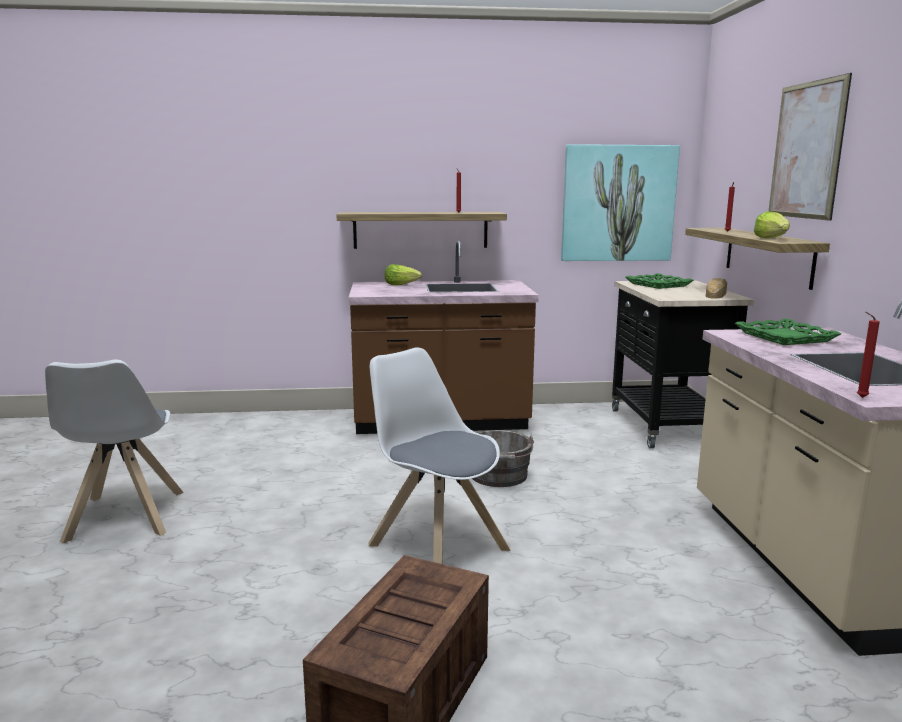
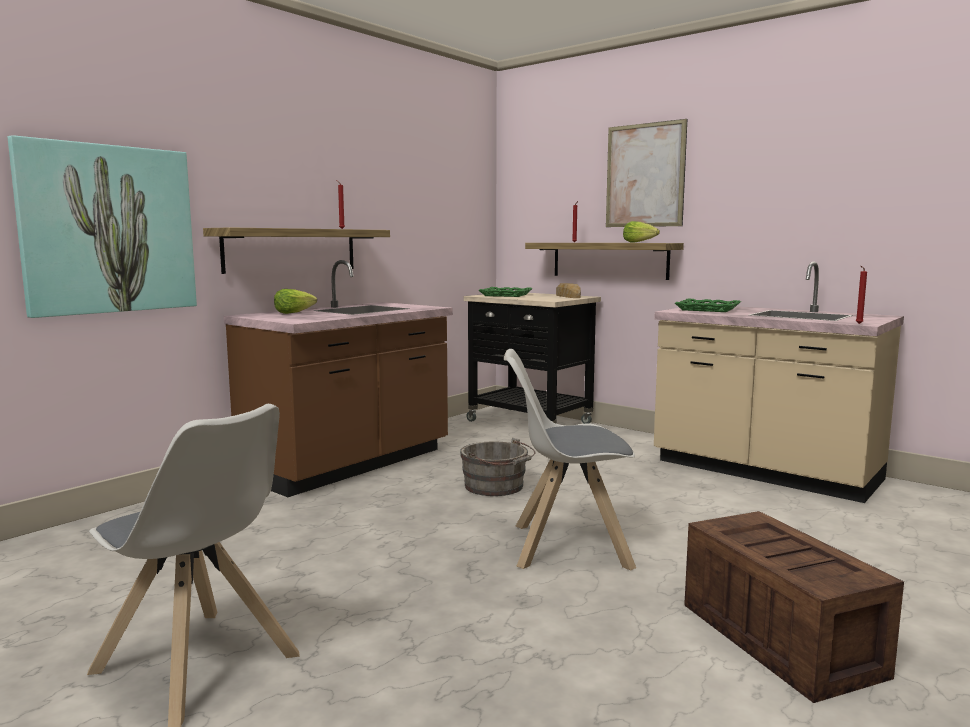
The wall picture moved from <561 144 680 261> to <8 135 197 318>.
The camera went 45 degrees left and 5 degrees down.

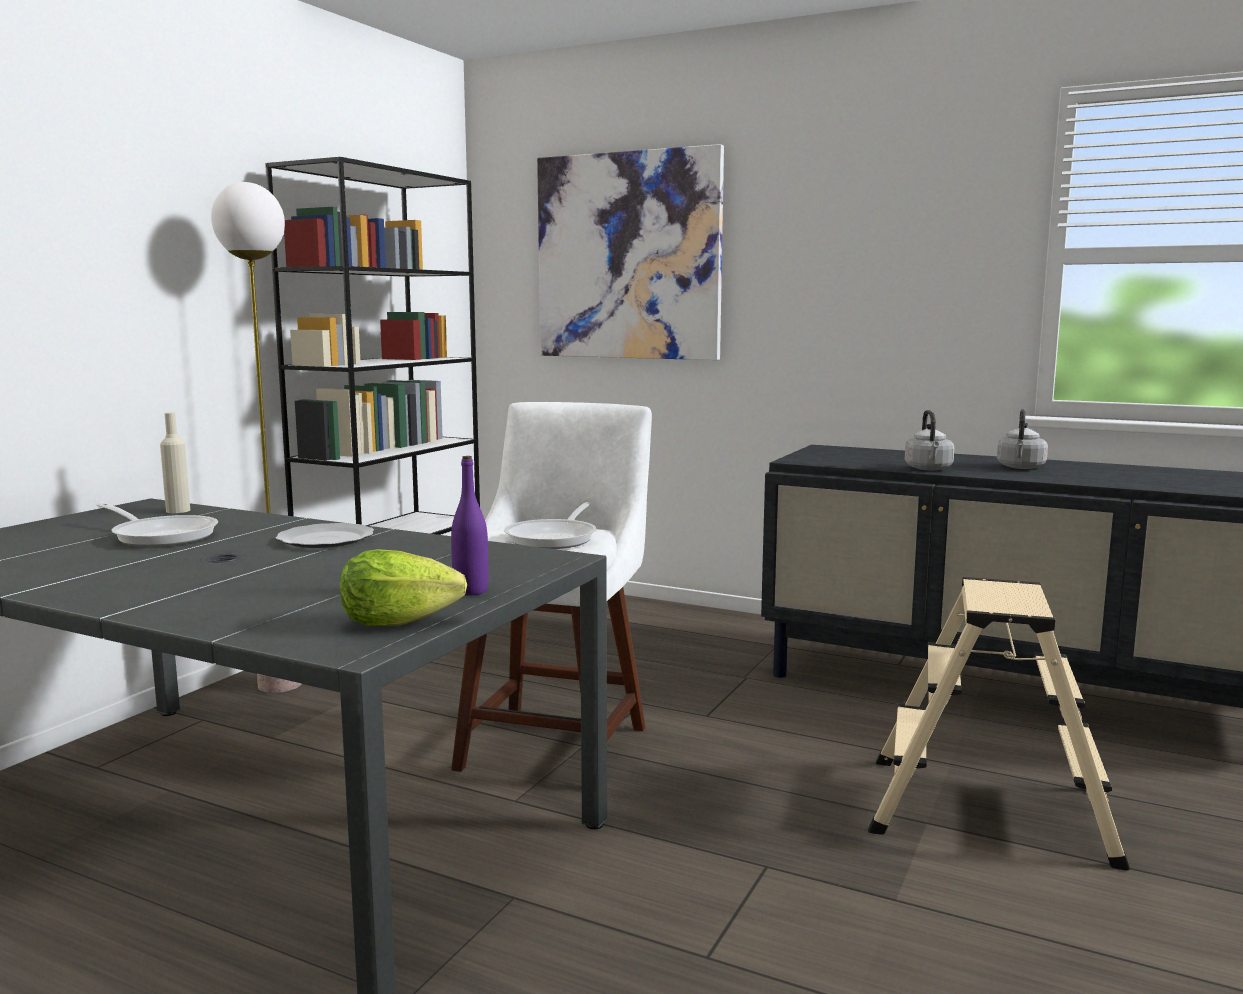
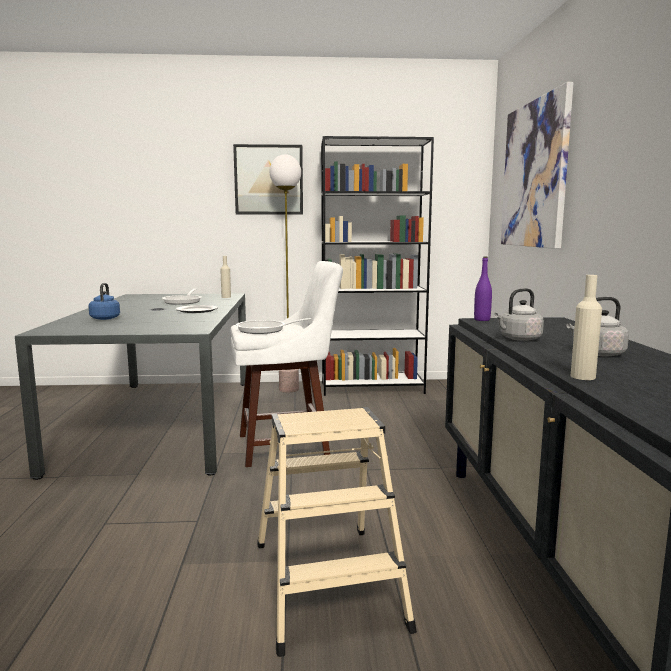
The tea kettle (blue-coloured) at <89 283 120 320> appeared.
The wall picture at <233 144 303 215> appeared.
The bottle (purple) moved from <451 456 488 595> to <474 256 492 321>.
The bottle (beige-coloured) at <571 275 602 380> appeared.
The lettuce at <340 549 467 626> disappeared.
The camera went 60 degrees right and 0 degrees up.

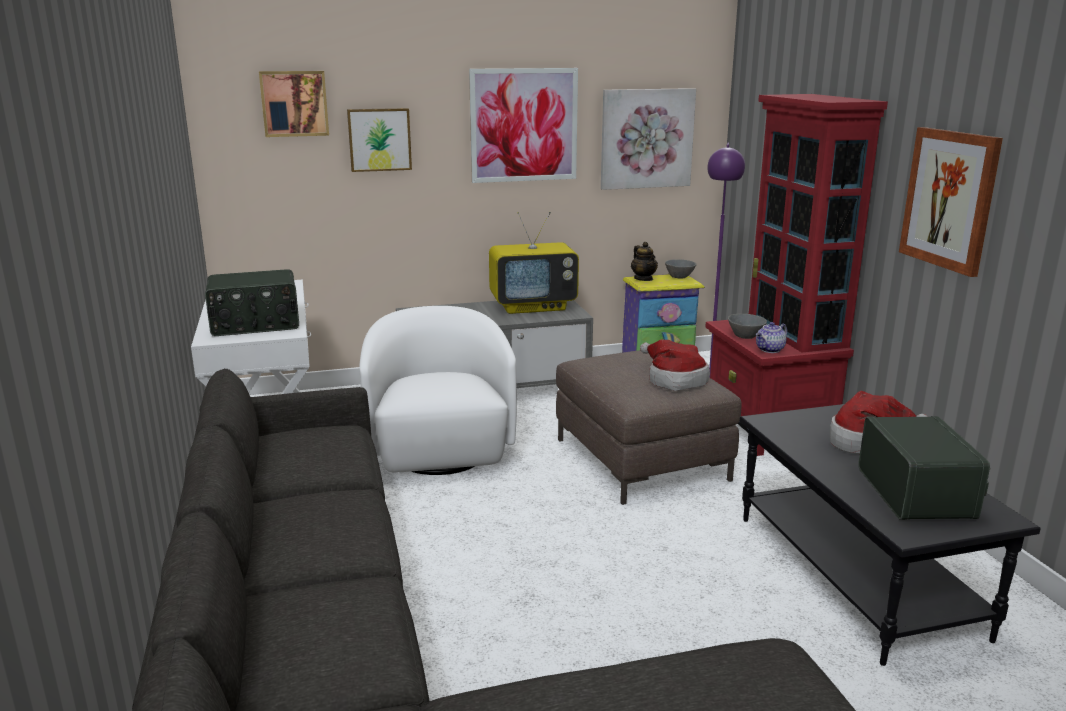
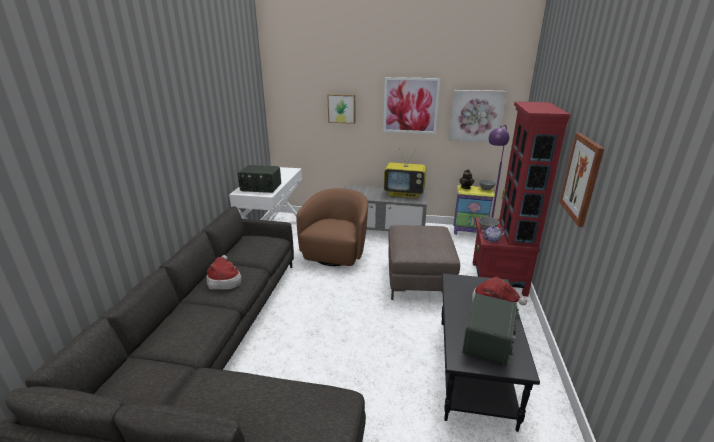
The wearable hat moved from <640 340 710 391> to <206 255 242 289>.
The lounge chair (white-coloured) at <359 306 517 475> became the lounge chair (brown) at <297 188 368 266>.
The wall picture at <259 71 329 137> disappeared.
The camera went 25 degrees right and 5 degrees up.

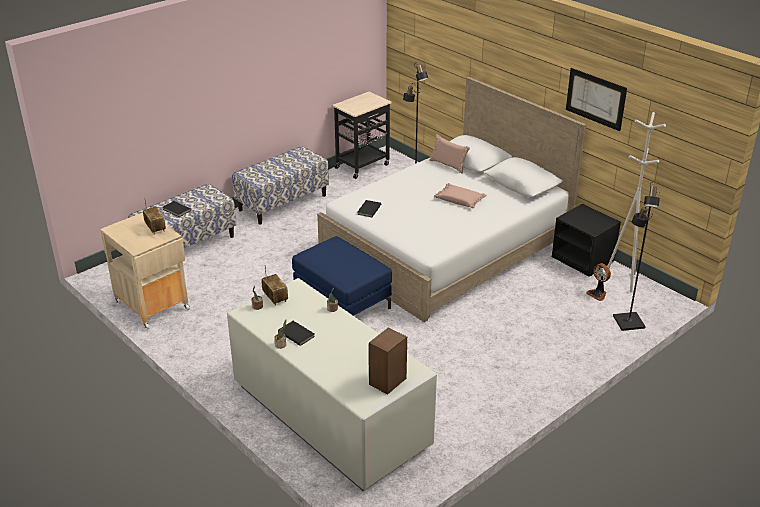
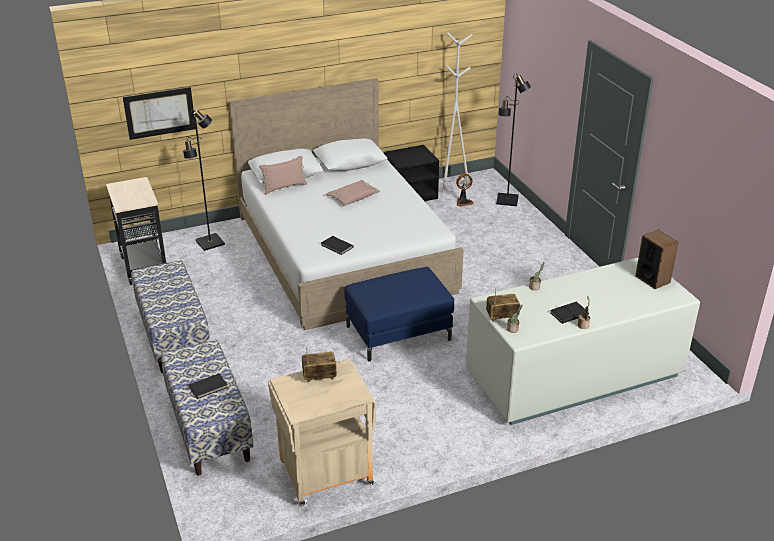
The wall picture moved from <566 68 627 131> to <123 87 196 140>.
The camera went 70 degrees left and 0 degrees up.

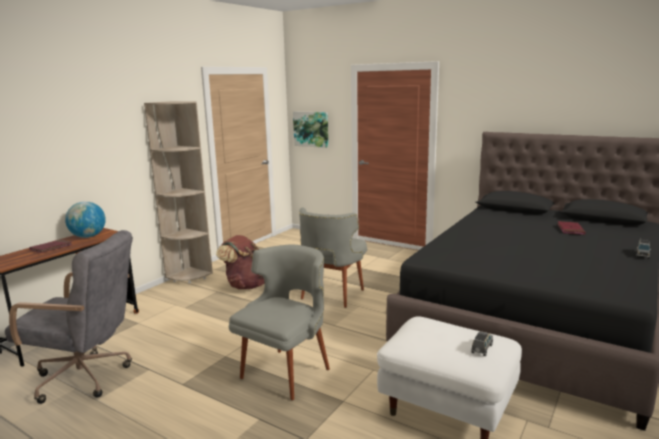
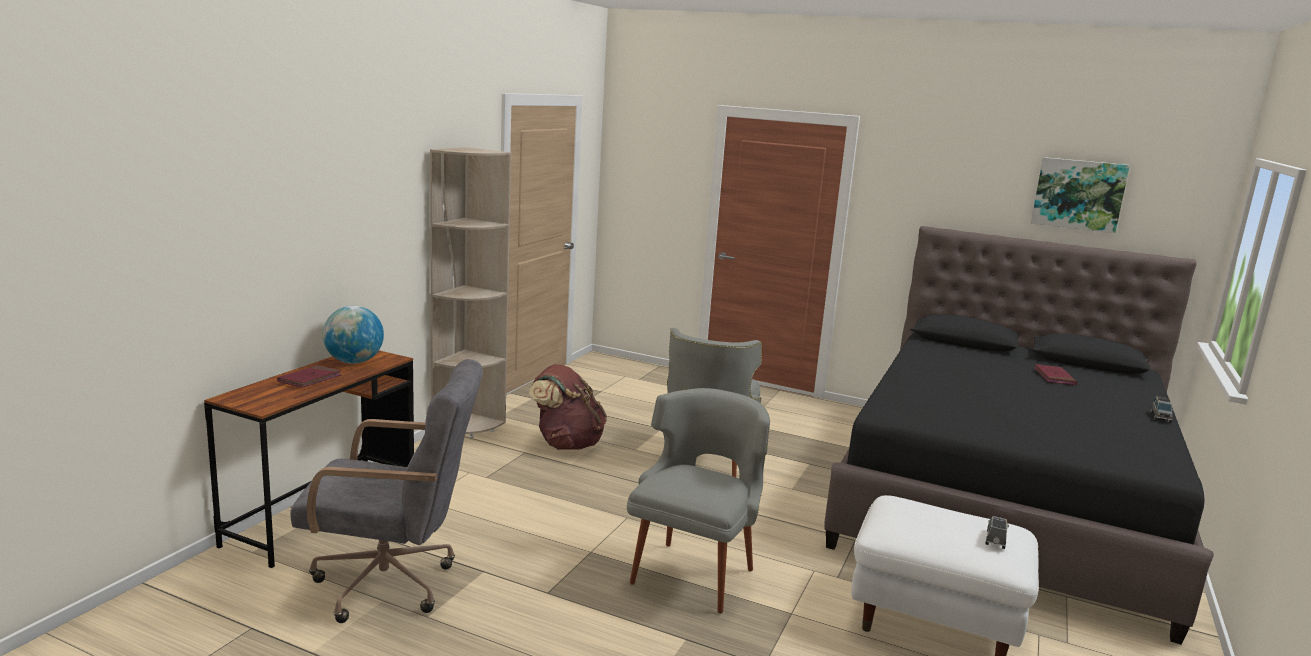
The wall picture moved from <293 112 328 148> to <1031 157 1130 233>.
The camera went 10 degrees left and 0 degrees up.

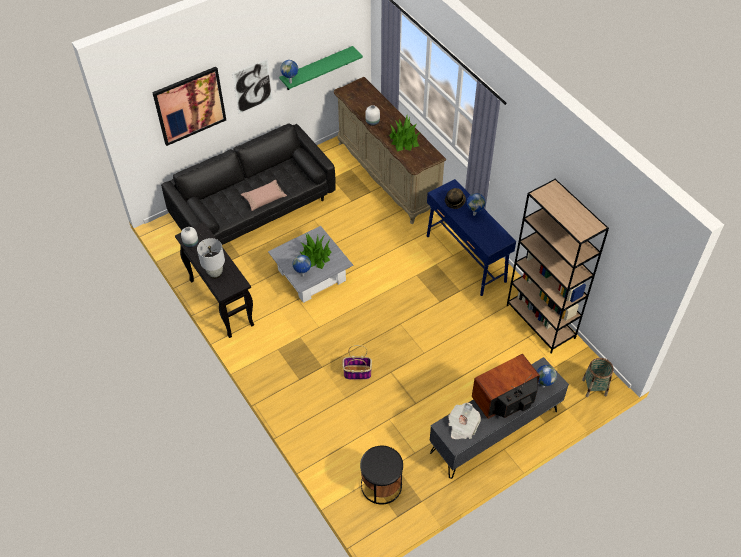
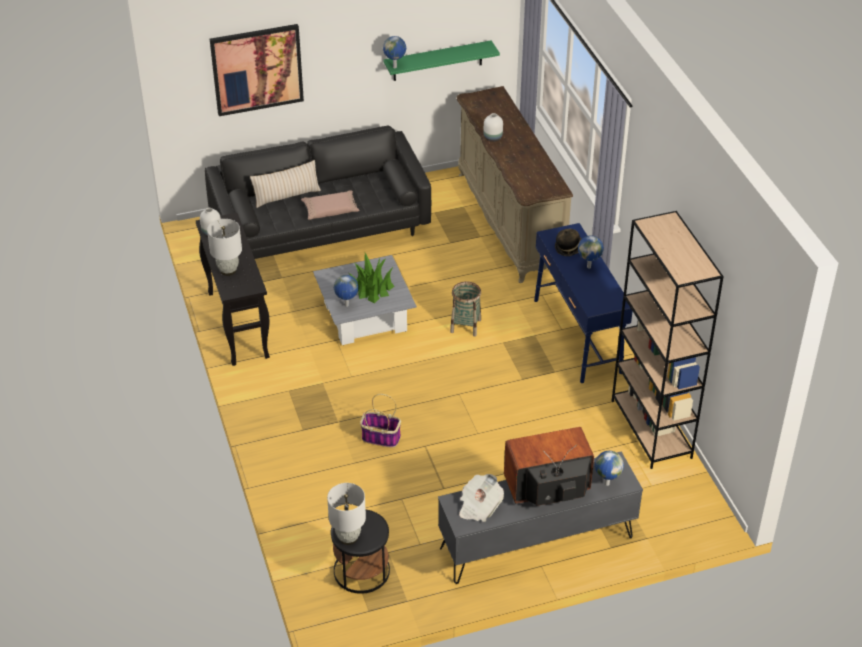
The cushion (beige-coloured) at <250 160 321 208> appeared.
The table lamp (white-coloured) at <327 483 366 545> appeared.
The storage basket moved from <582 358 614 397> to <450 281 481 337>.
The wall picture at <232 58 273 114> disappeared.
The houseplant at <389 116 420 152> disappeared.
The camera went 15 degrees right and 10 degrees down.

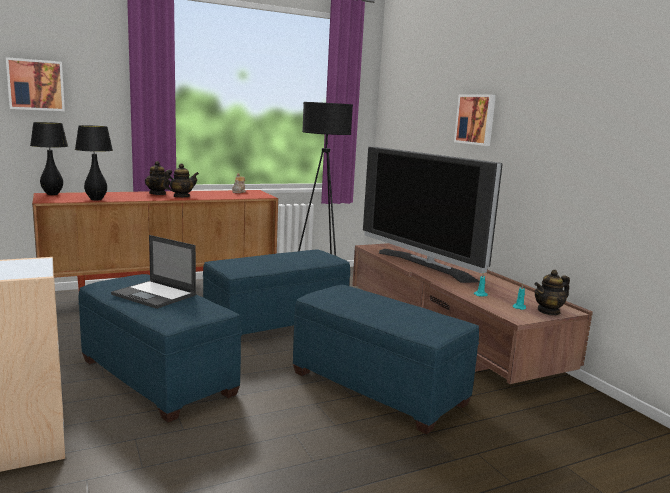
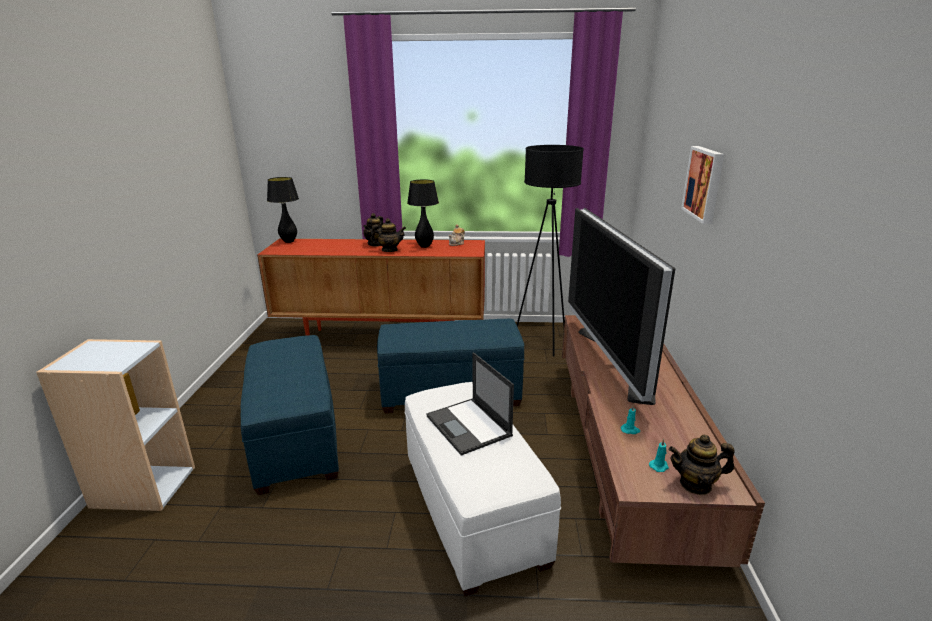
The pouffe (blue-coloured) at <293 285 479 434> became the pouffe (white-coloured) at <405 382 561 596>.
The table lamp (black) moved from <75 125 113 201> to <407 179 439 248>.
The portable computer moved from <111 235 196 309> to <426 352 514 456>.
The wall picture at <6 57 65 111> disappeared.
The camera went 30 degrees right and 10 degrees up.

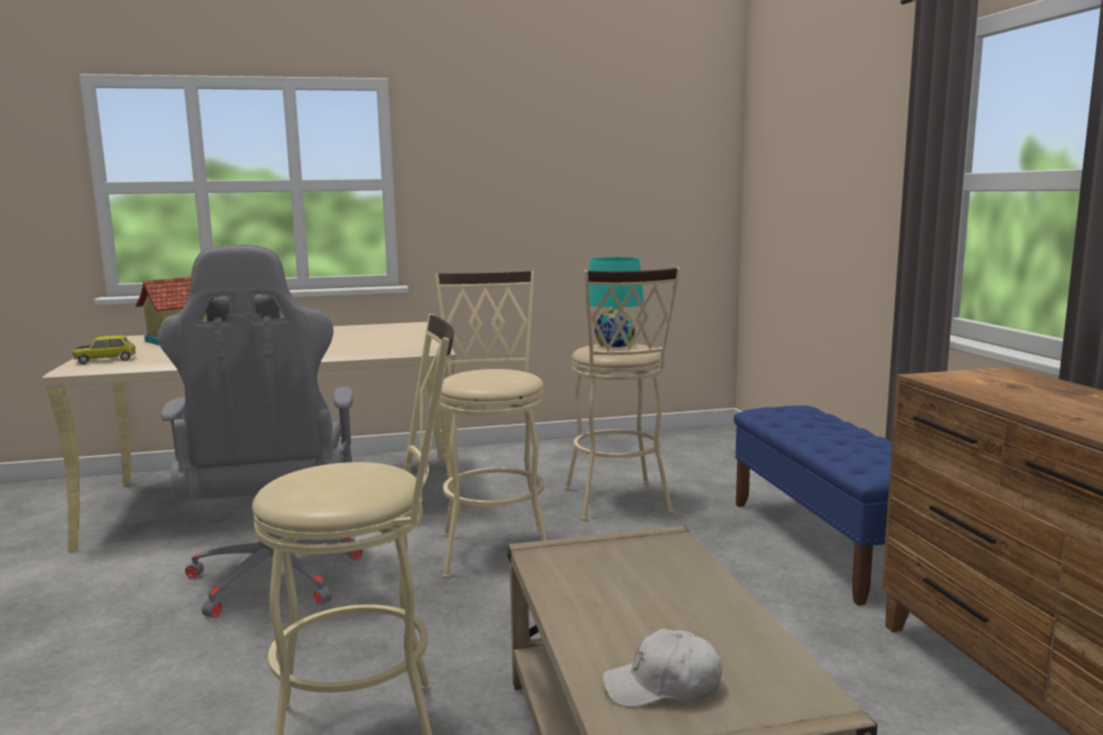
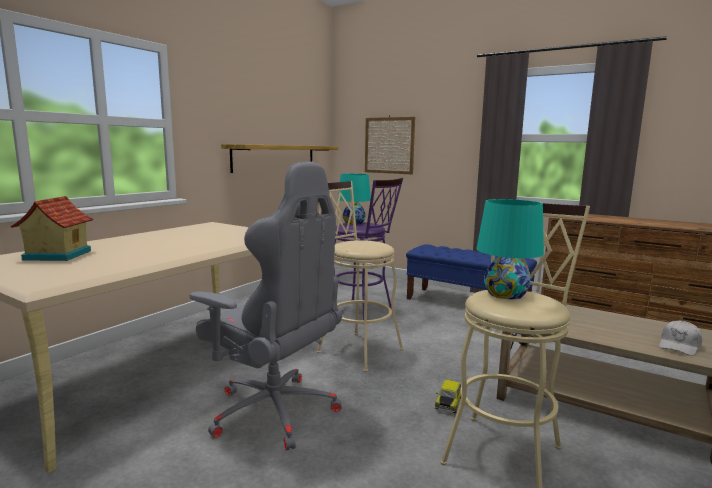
The shelf at <221 144 338 173> appeared.
The sitting stool (beige-coloured) at <565 267 680 521> became the sitting stool (purple) at <334 178 403 320>.
The wall picture at <365 115 415 175> appeared.
The model car moved from <72 335 136 364> to <435 380 461 413>.
The table lamp (turquoise) at <476 199 544 299> appeared.
The camera went 45 degrees left and 0 degrees up.

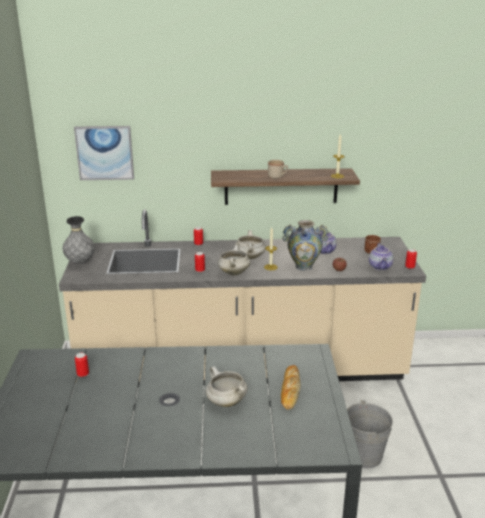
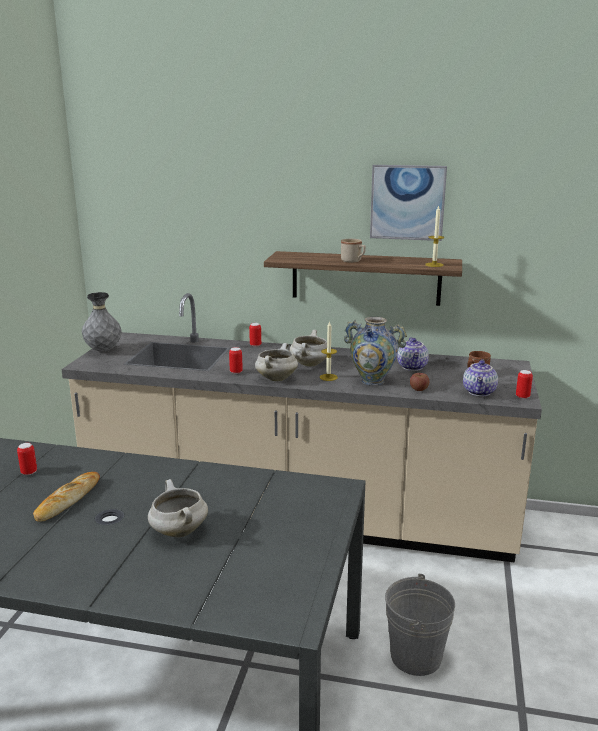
The bread moved from <281 365 301 410> to <33 472 100 522>.
The wall picture moved from <74 126 134 180> to <370 165 447 241>.
The camera went 15 degrees right and 5 degrees down.

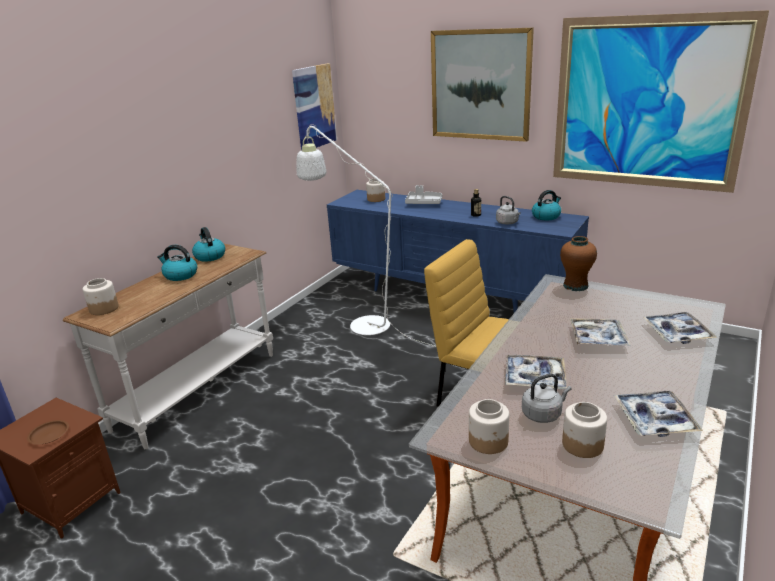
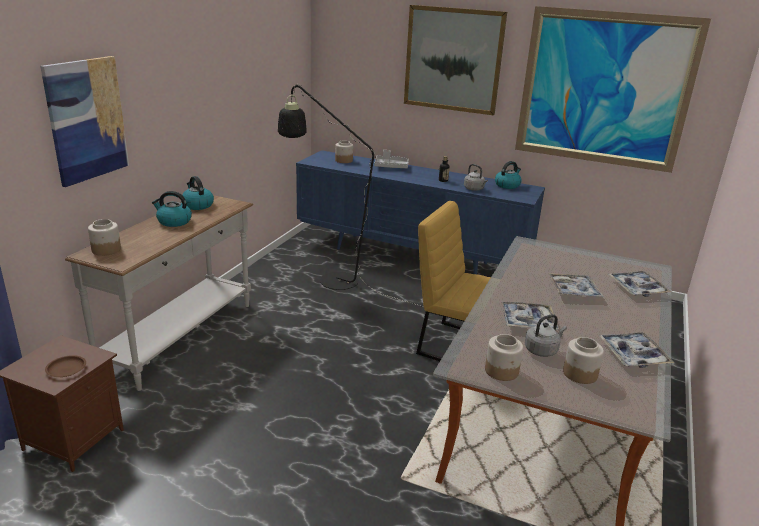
The wall picture moved from <292 63 337 150> to <40 56 129 187>.
The standing lamp (white-coloured) at <296 124 436 347> became the standing lamp (black) at <278 84 423 307>.
The vase (brown) at <560 236 597 291> disappeared.
The camera went 10 degrees left and 0 degrees up.

